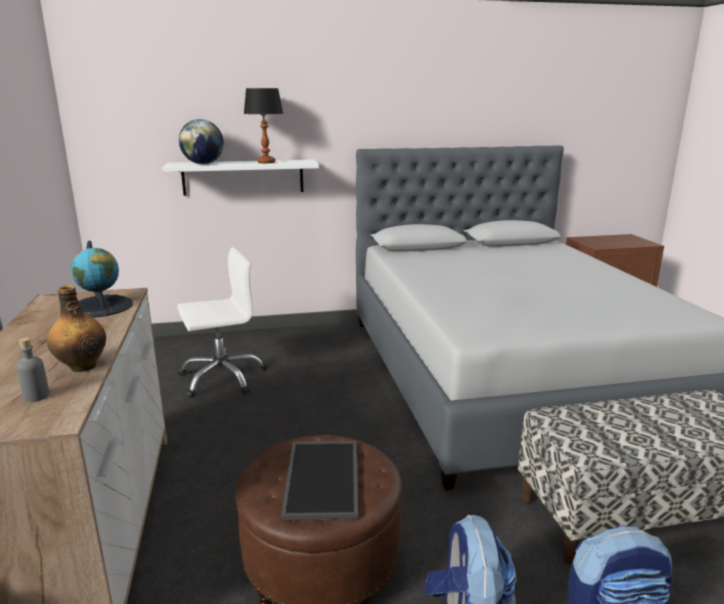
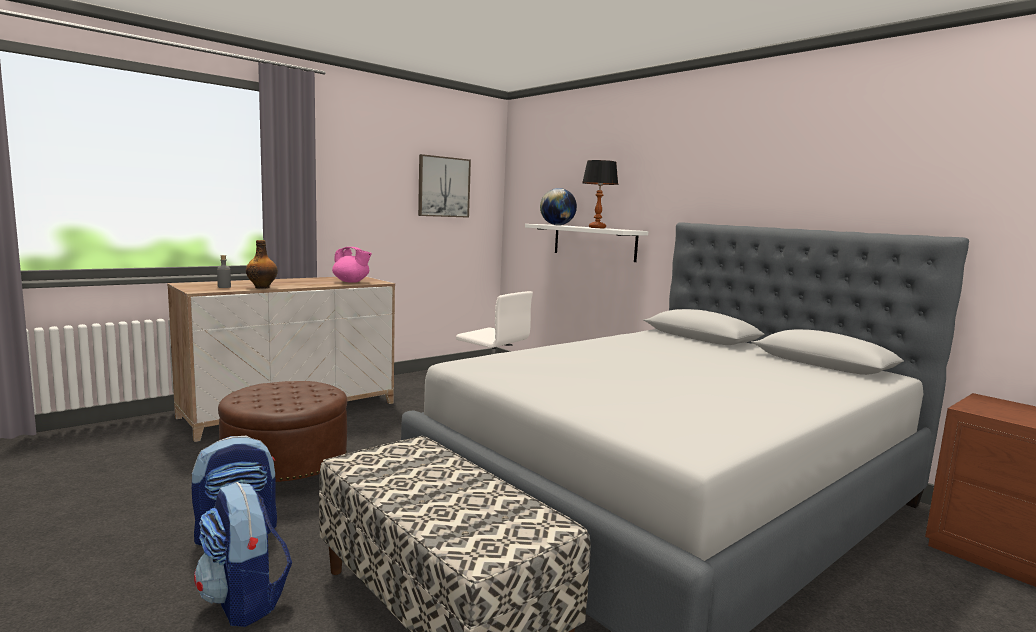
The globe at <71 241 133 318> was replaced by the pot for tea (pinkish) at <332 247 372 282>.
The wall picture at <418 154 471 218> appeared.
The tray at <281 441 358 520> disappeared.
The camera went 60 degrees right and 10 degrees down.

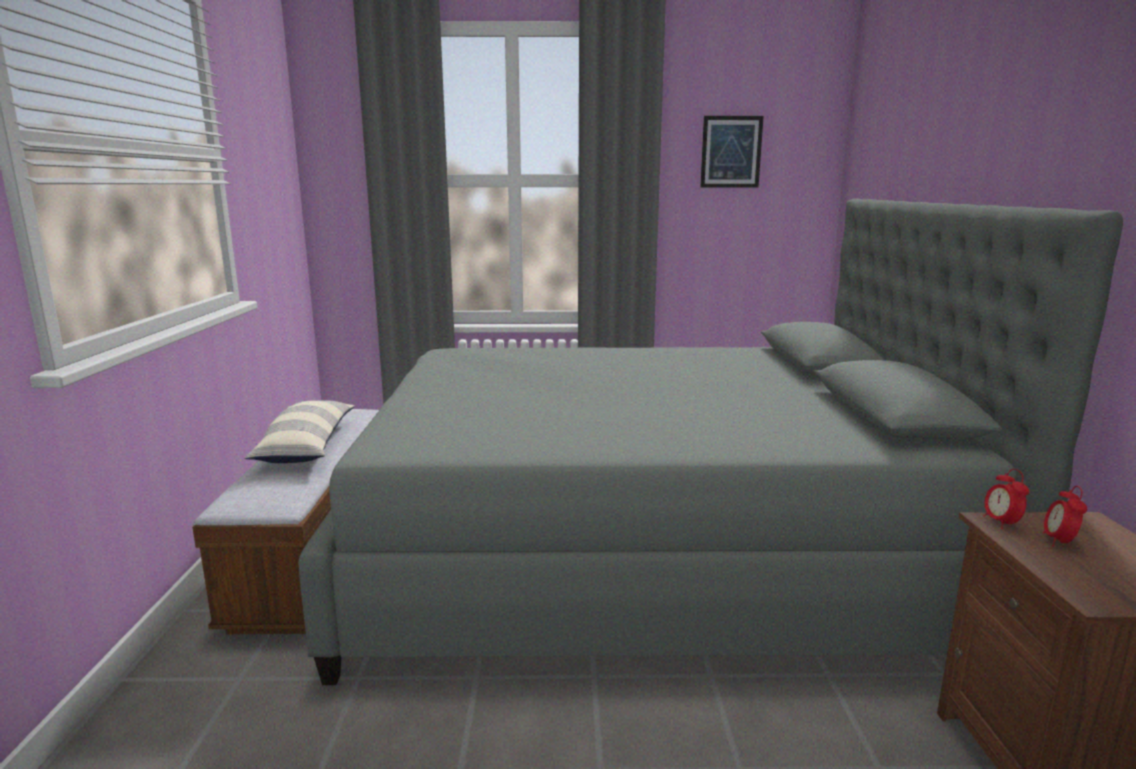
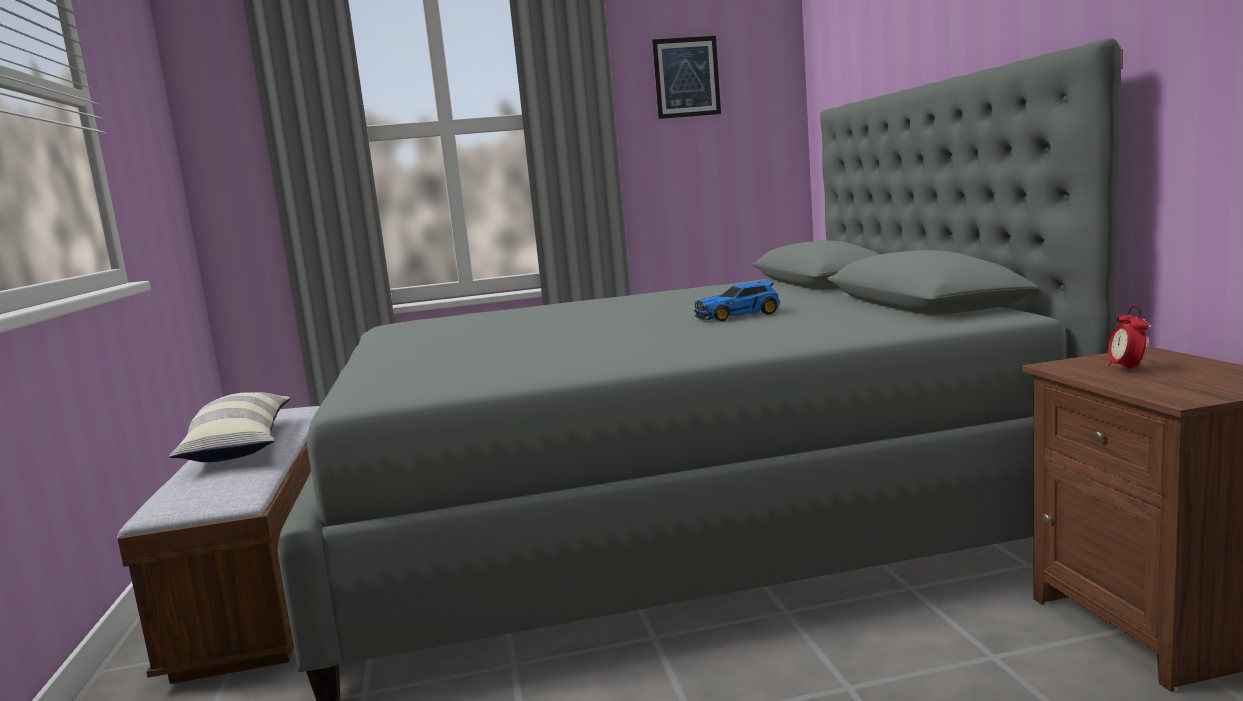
The model car at <694 280 780 321> appeared.
The alarm clock at <983 469 1029 529> disappeared.
The camera went 10 degrees left and 5 degrees down.

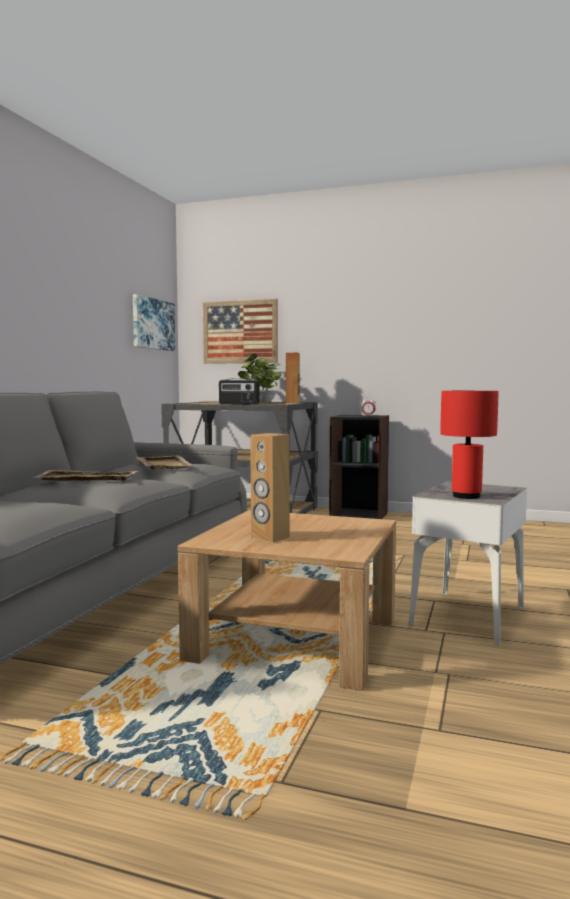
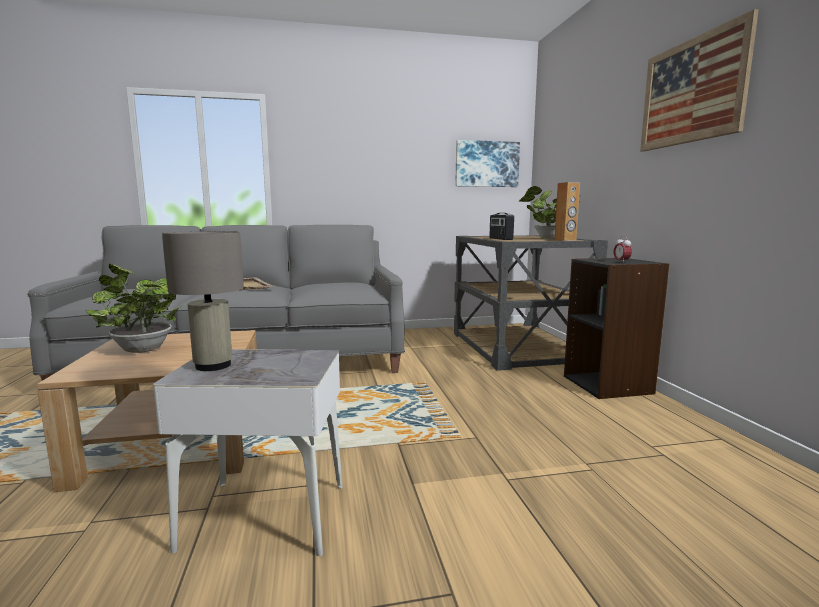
The audio speaker (brown) at <250 433 290 542> was replaced by the houseplant at <85 263 183 353>.
The table lamp (red) at <441 391 498 499> became the table lamp (greyish) at <162 231 244 371>.
The wall picture moved from <203 299 278 364> to <640 9 759 152>.
The tray (beige-coloured) at <136 455 195 470> disappeared.
The camera went 60 degrees right and 5 degrees up.

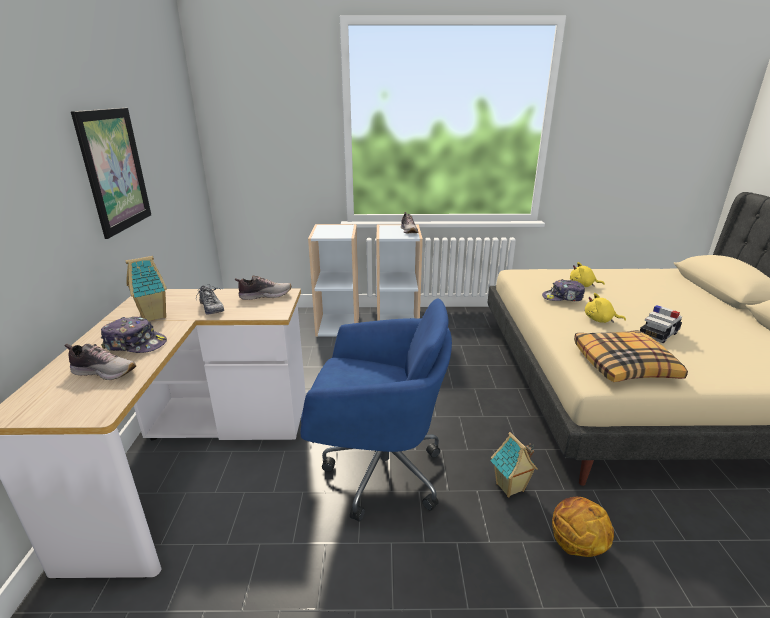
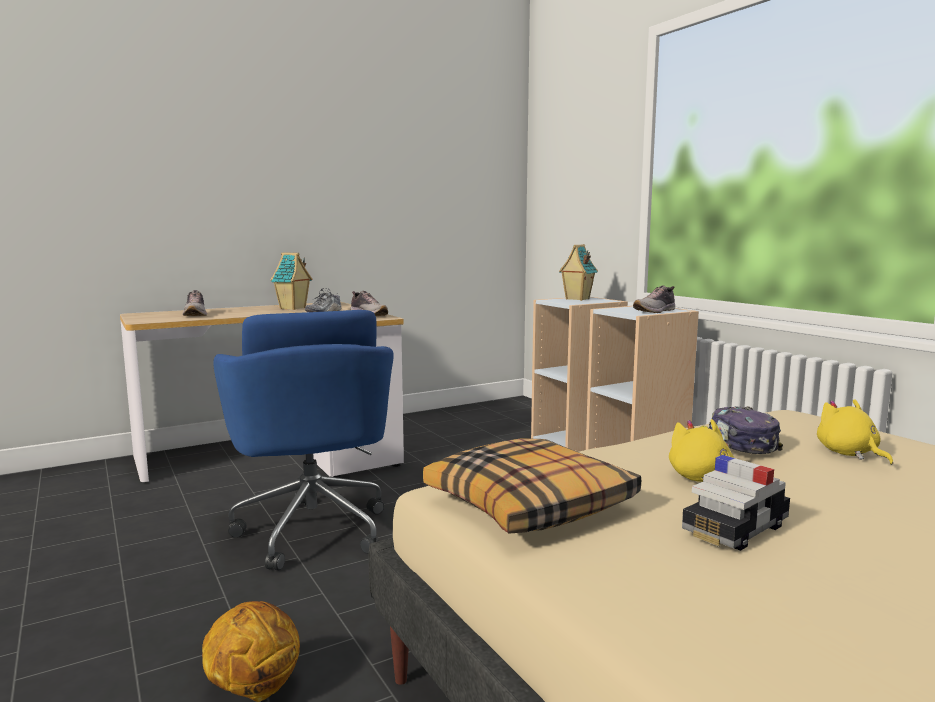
The toy house moved from <491 432 538 498> to <559 244 598 301>.
The model car at <640 305 682 343> turned 60 degrees counterclockwise.
The wall picture at <71 108 151 239> disappeared.
The baseball cap at <101 317 167 353> disappeared.
The camera went 60 degrees right and 15 degrees down.

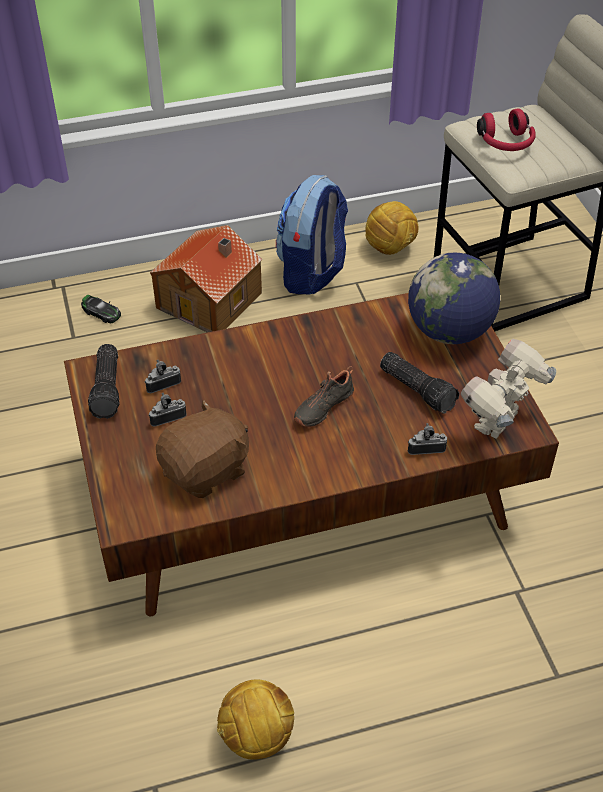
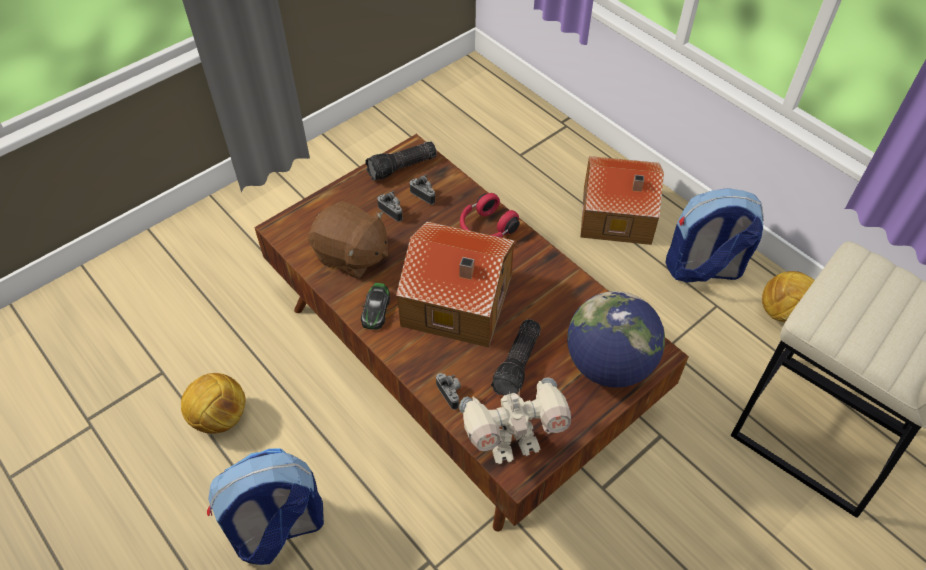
The backpack at <207 448 324 565> appeared.
The model car moved from <81 294 121 323> to <361 283 390 330>.
The shoe (black) at <294 366 354 427> was replaced by the toy house at <396 222 515 347>.
The robot figure at <461 339 556 439> turned 150 degrees clockwise.
The headphones (red) moved from <477 109 536 151> to <460 193 520 238>.
The camera went 65 degrees right and 5 degrees up.

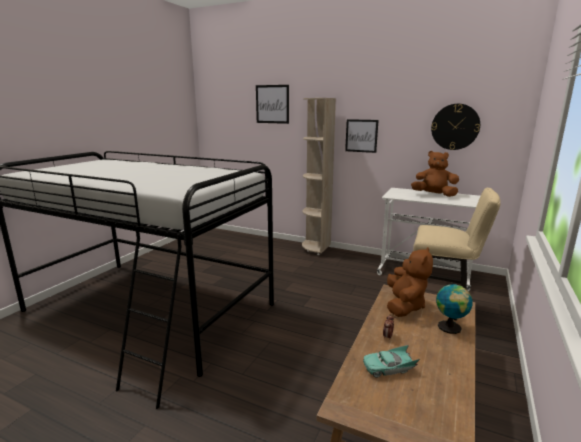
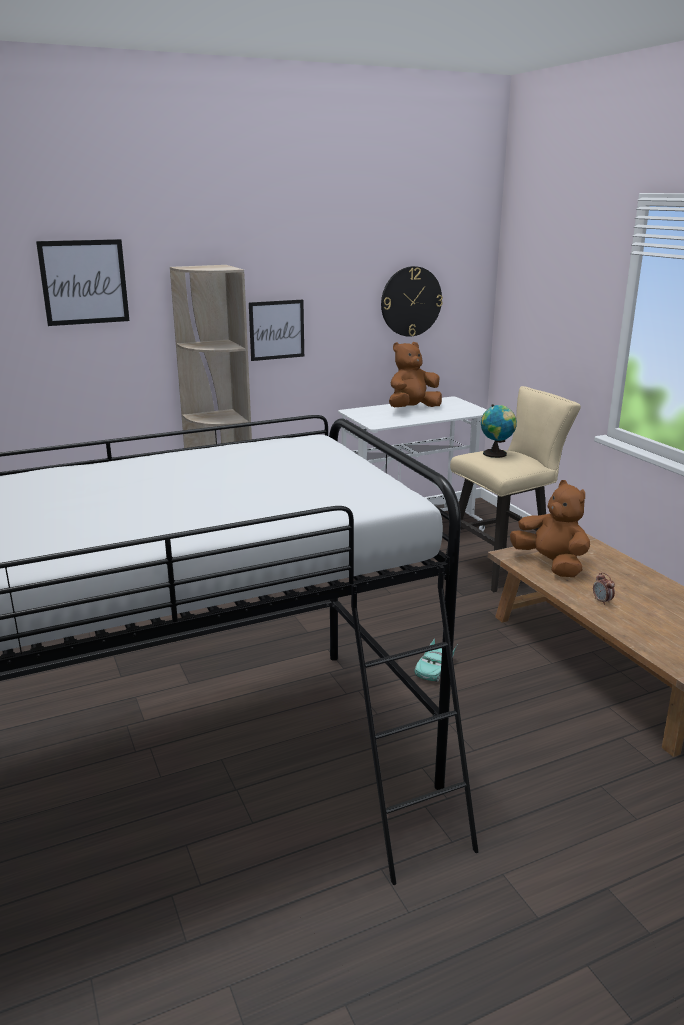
The model car (turquoise) moved from <363 345 420 378> to <414 638 457 682>.
The globe moved from <436 283 473 334> to <481 404 517 458>.
The camera went 50 degrees left and 5 degrees up.

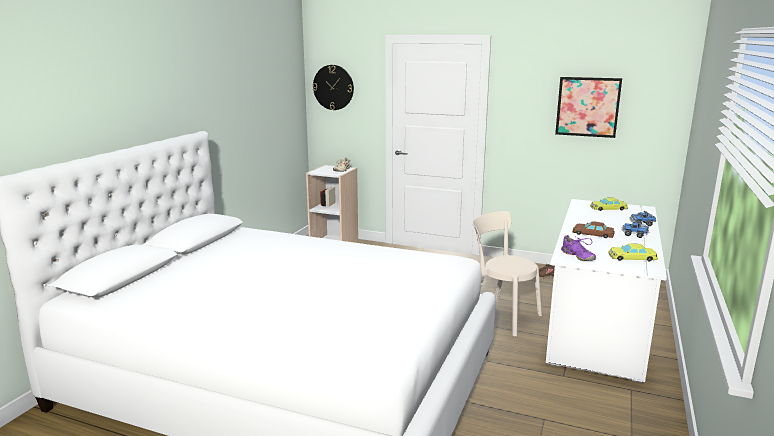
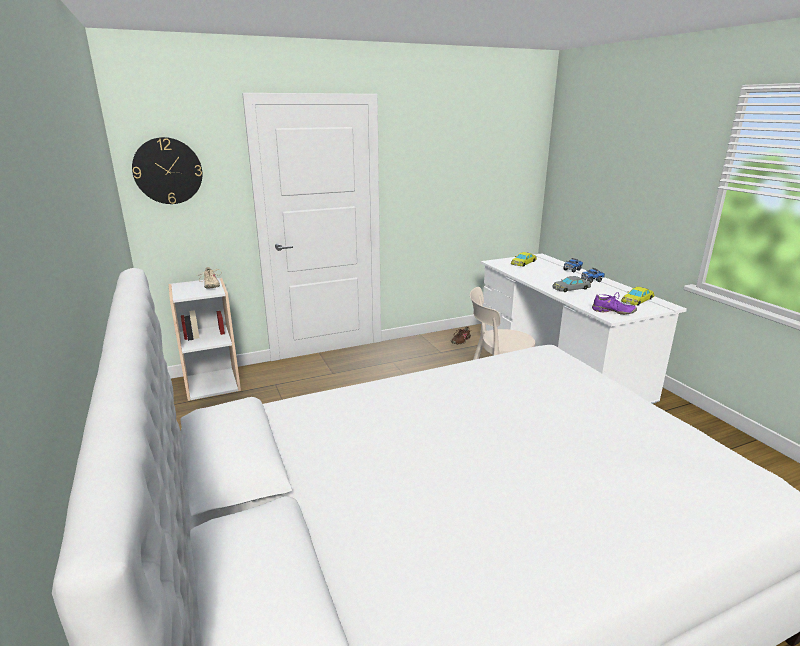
The model car (brown) at <573 221 615 238> became the model car (greyish) at <552 276 591 292>.
The wall picture at <555 77 622 138> disappeared.
The camera went 45 degrees left and 5 degrees up.

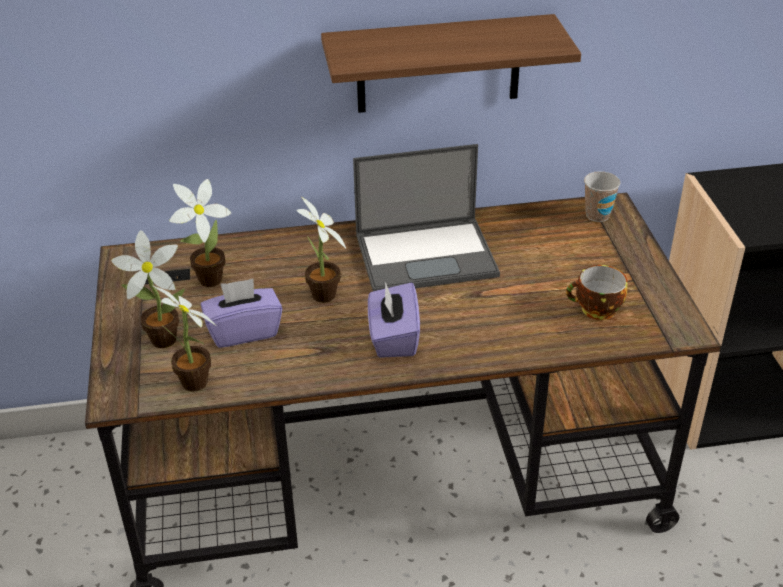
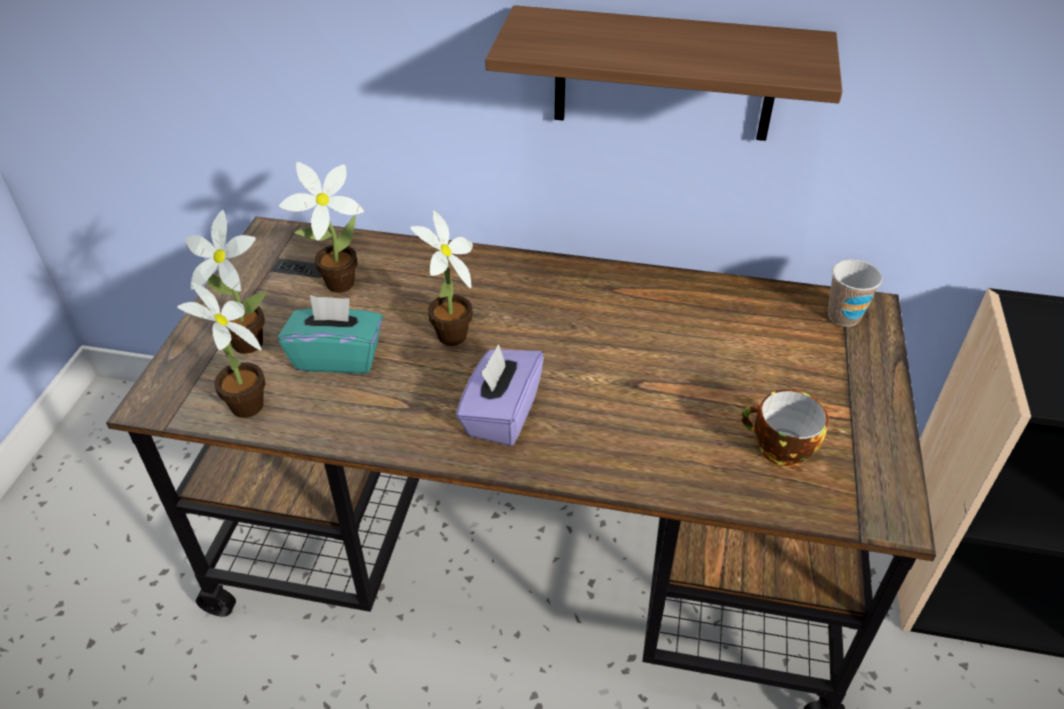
The tissue holder (purple) at <201 279 282 348> became the tissue holder (turquoise) at <278 295 383 374>.
The portable computer at <353 144 500 291> disappeared.
The camera went 20 degrees right and 5 degrees up.

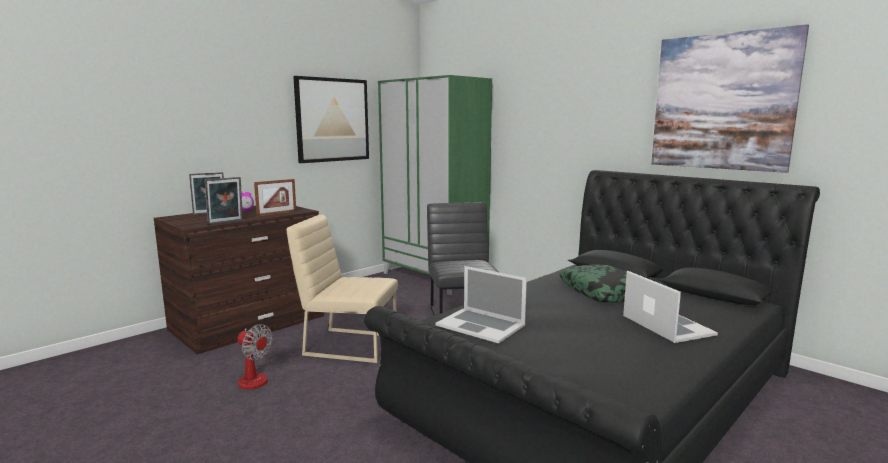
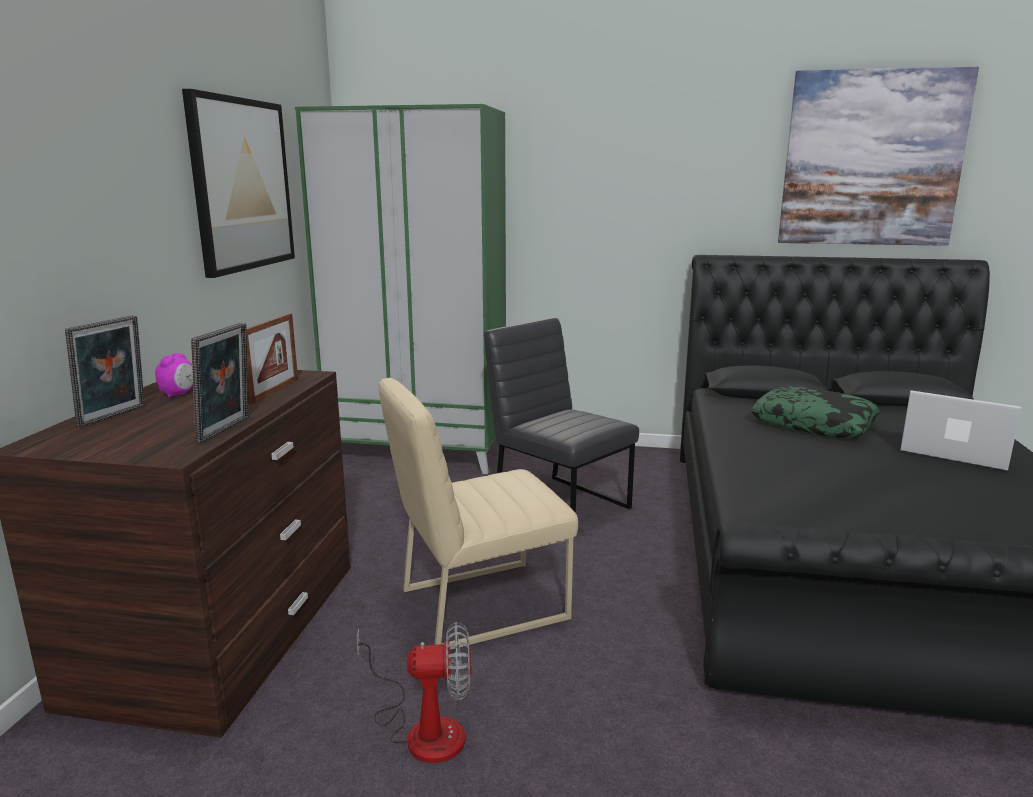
The portable computer at <436 266 527 344> disappeared.
The camera went 35 degrees left and 5 degrees up.

